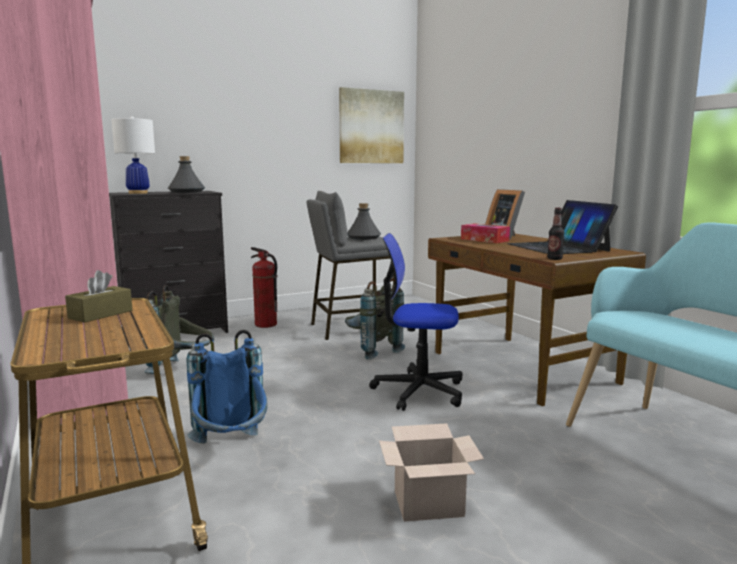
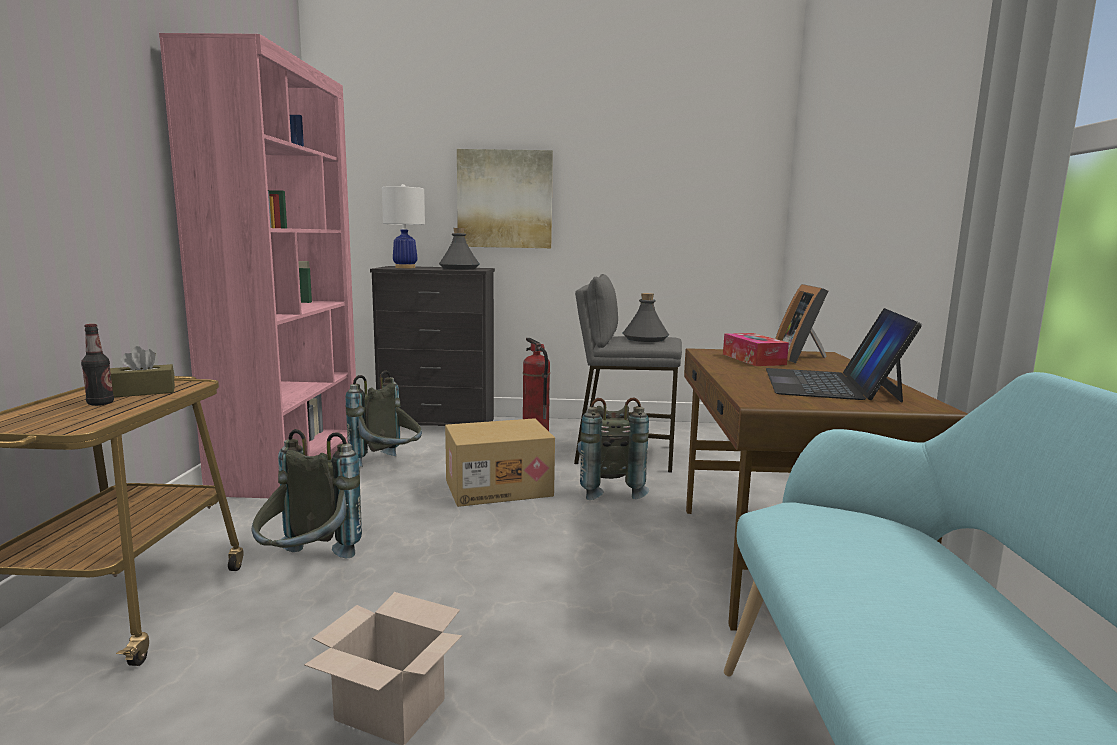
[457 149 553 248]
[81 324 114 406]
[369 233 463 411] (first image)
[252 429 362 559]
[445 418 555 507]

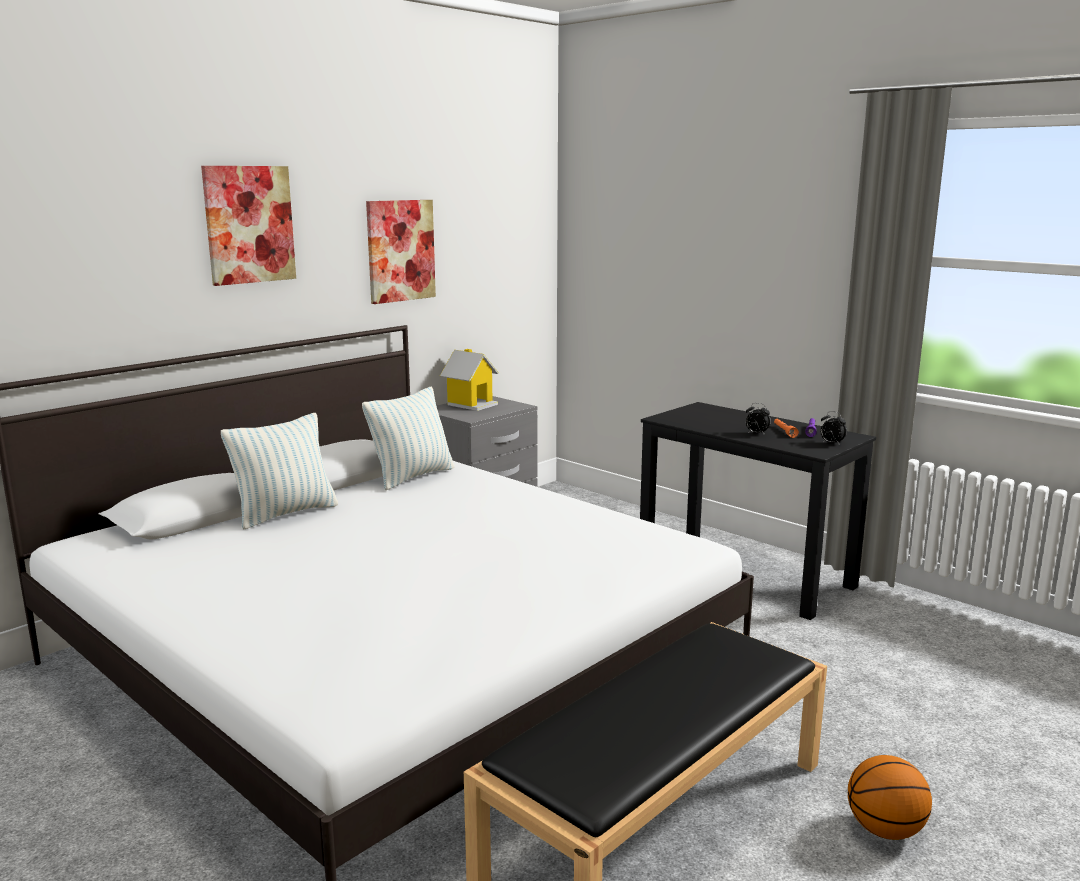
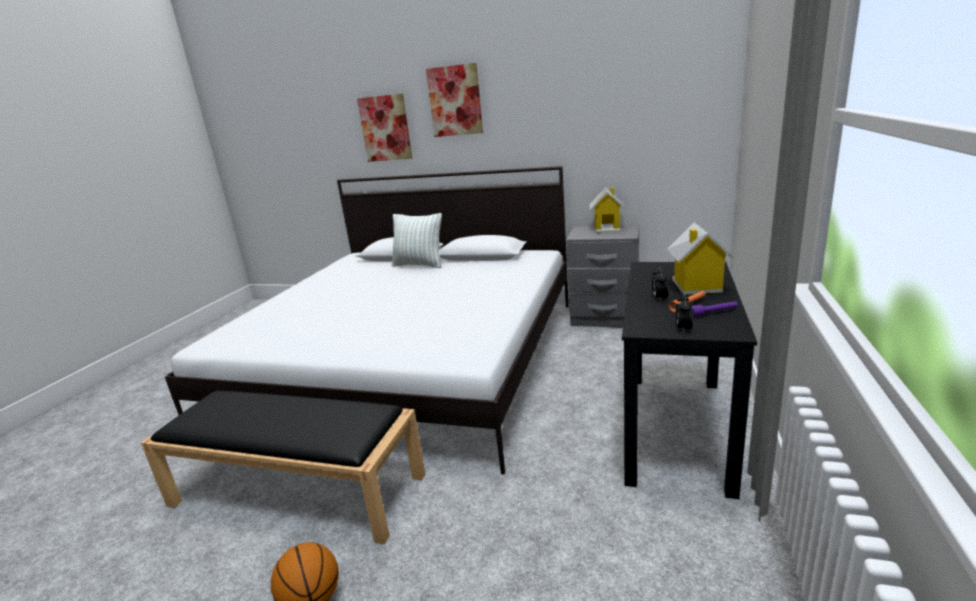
[357 94 412 162]
[362 387 455 490] (first image)
[667 222 735 295]

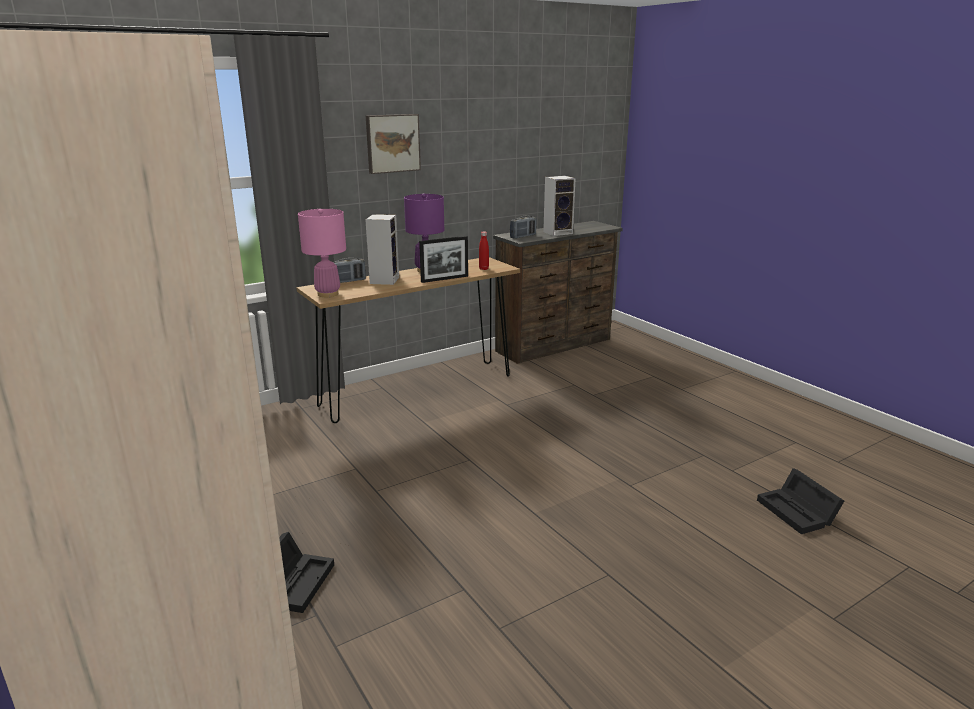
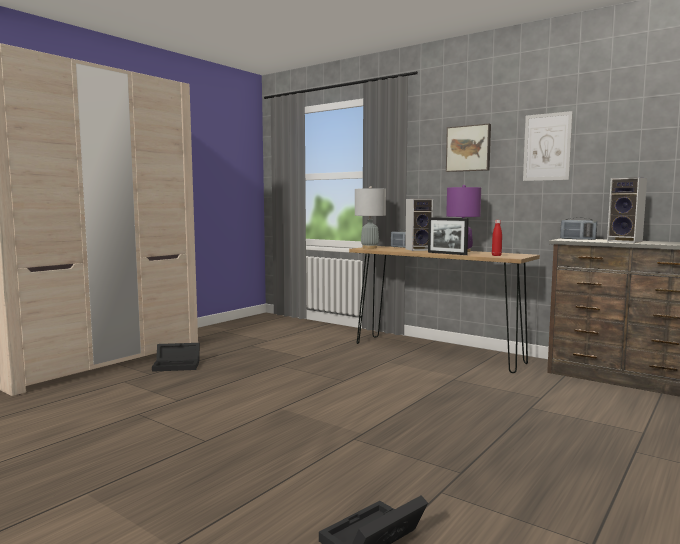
[355 186 386 249]
[523 111 573 181]

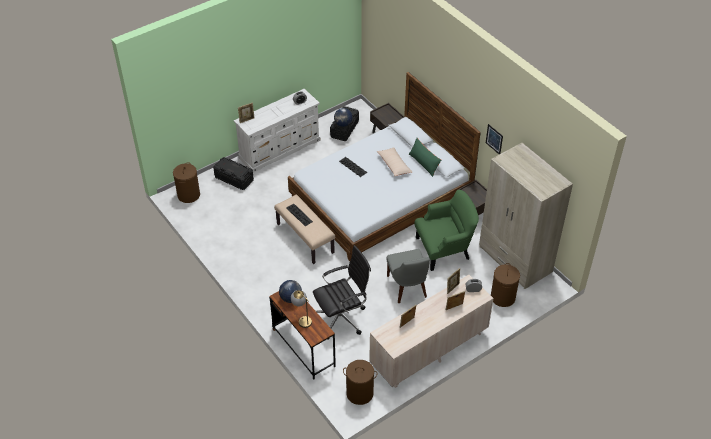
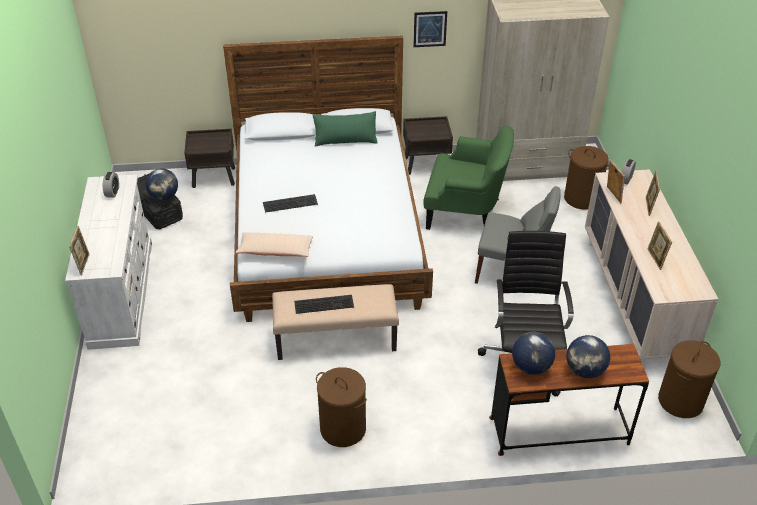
[235 232 313 257]
[213 157 254 190] (first image)
[316 367 367 447]
[423 126 514 230]
[567 335 610 378]

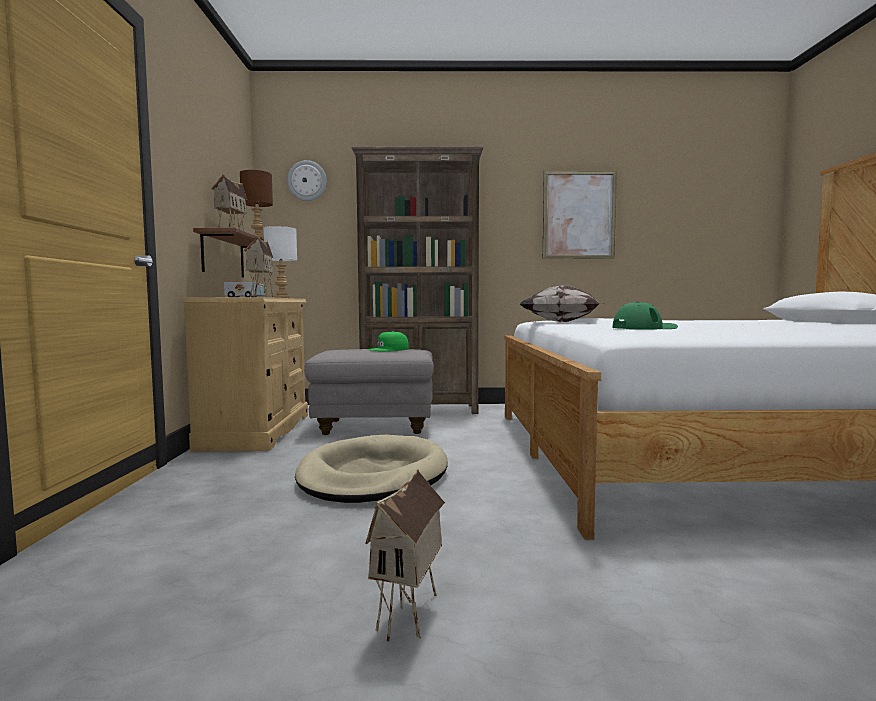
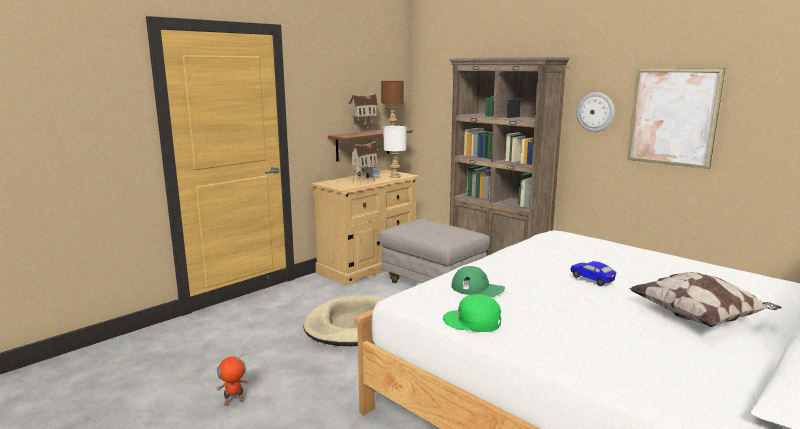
[577 92 615 132]
[629 272 782 327]
[443 294 501 332]
[216 353 249 406]
[570 261 616 286]

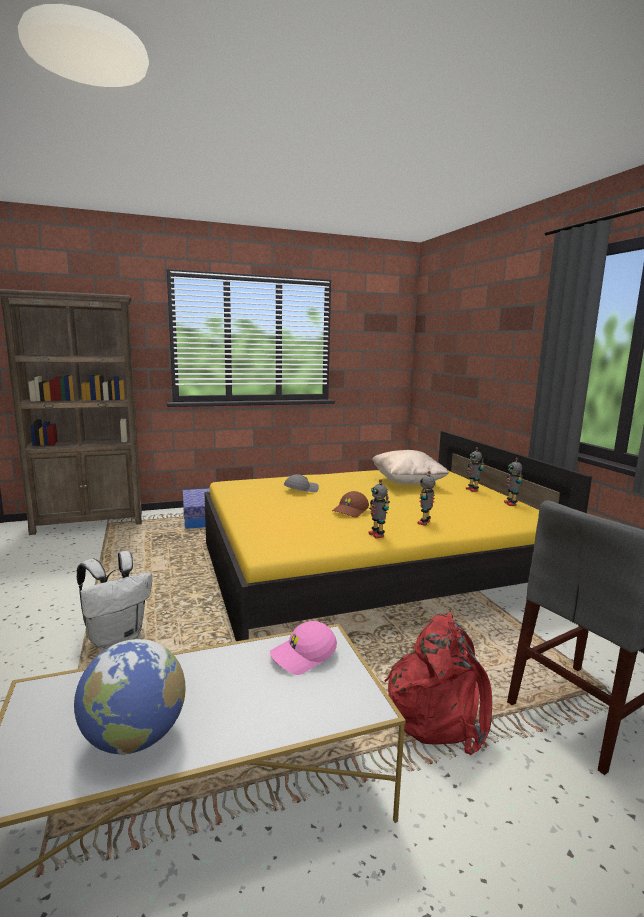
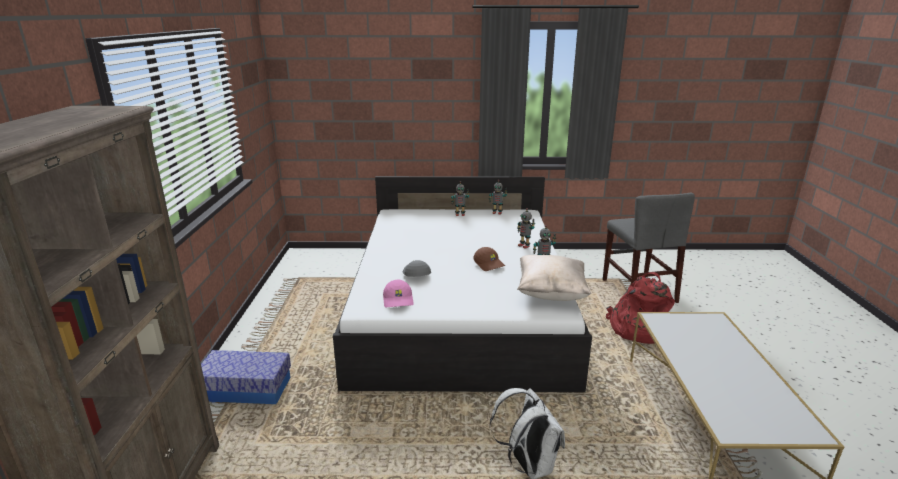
[333 176 592 392]
[517 255 591 301]
[383 280 414 307]
[74 639 185 755] (first image)

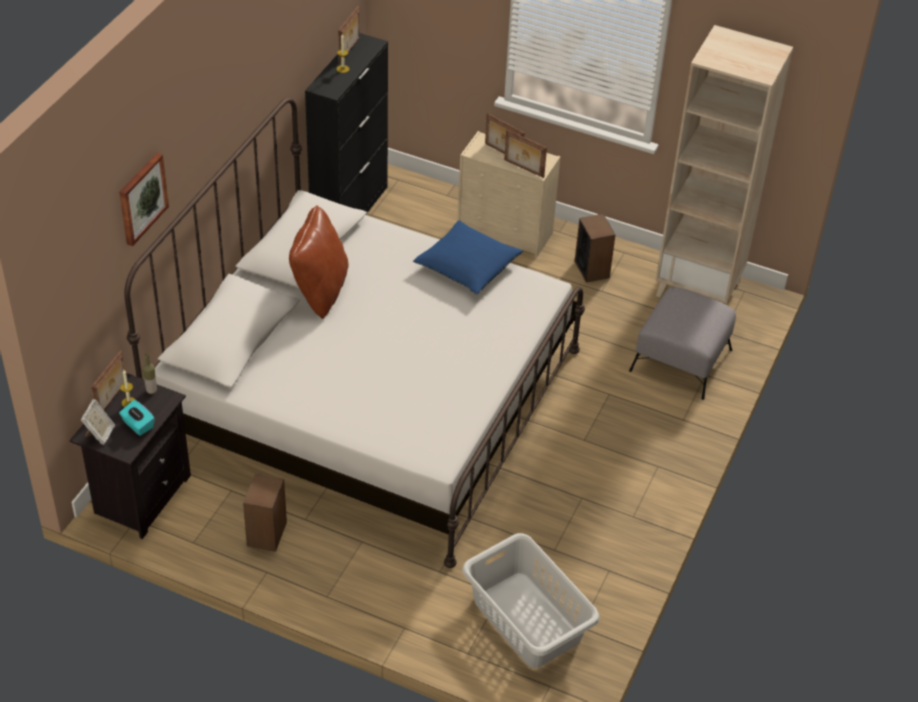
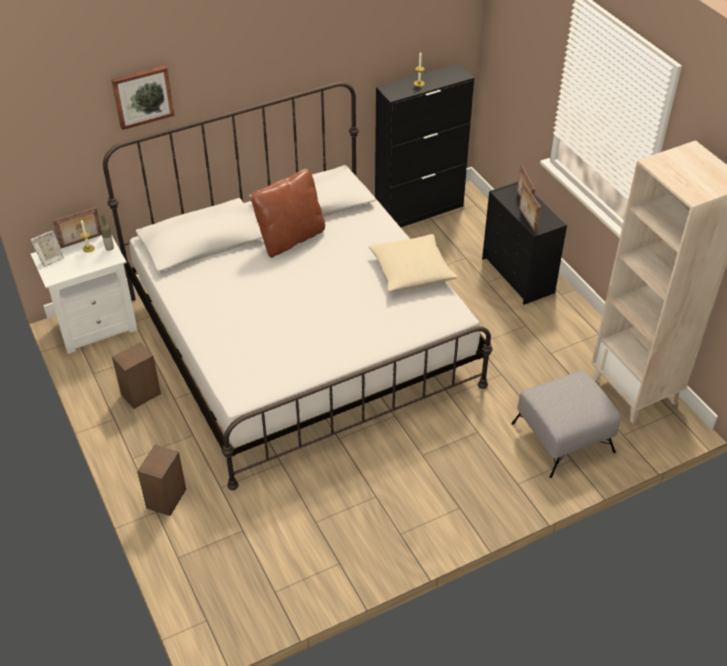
[338 6 359 63] (first image)
[482 182 567 305]
[137 445 186 516]
[369 234 458 292]
[31 235 137 354]
[119 400 155 436] (first image)
[462 533 600 668] (first image)

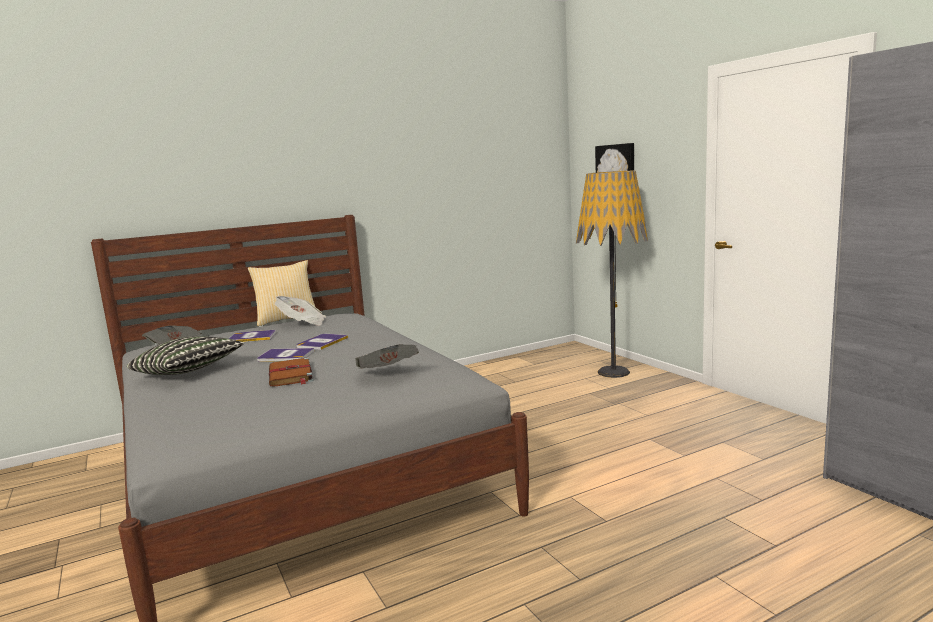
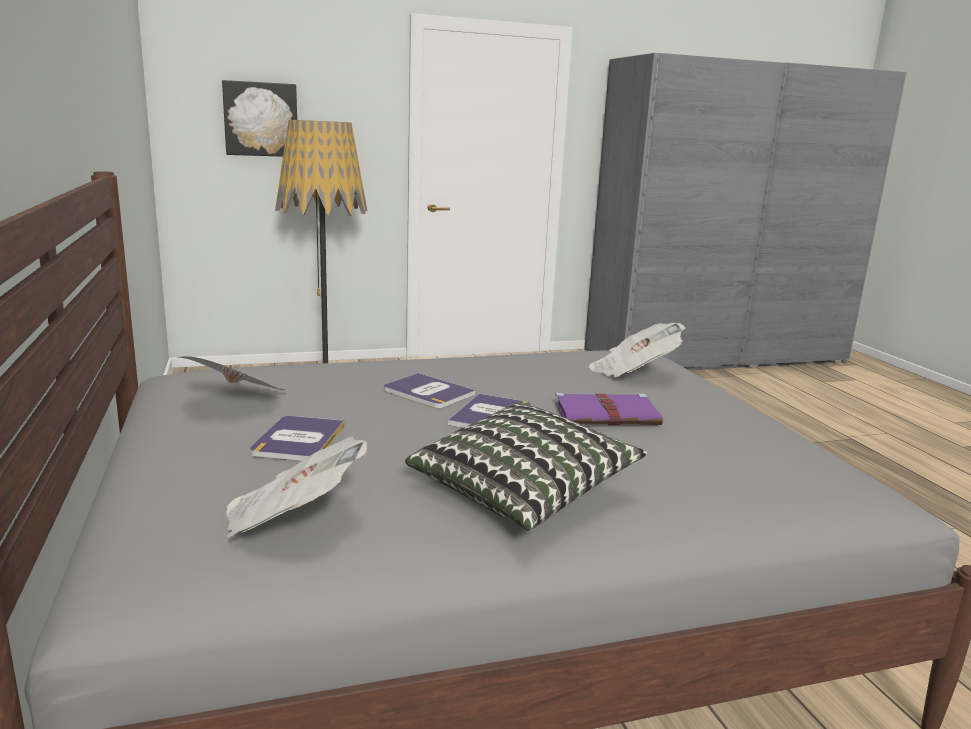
[248 260 315 326] (first image)
[555 393 663 425]

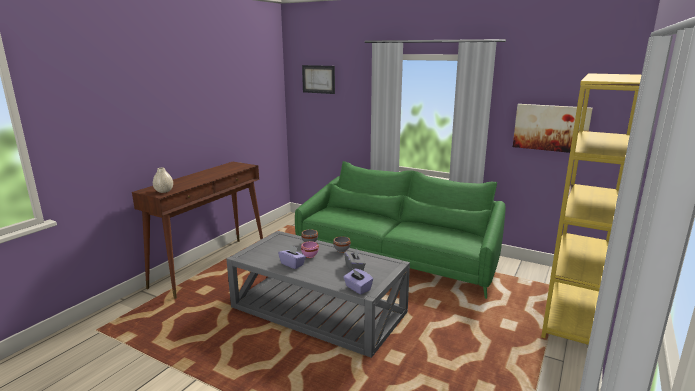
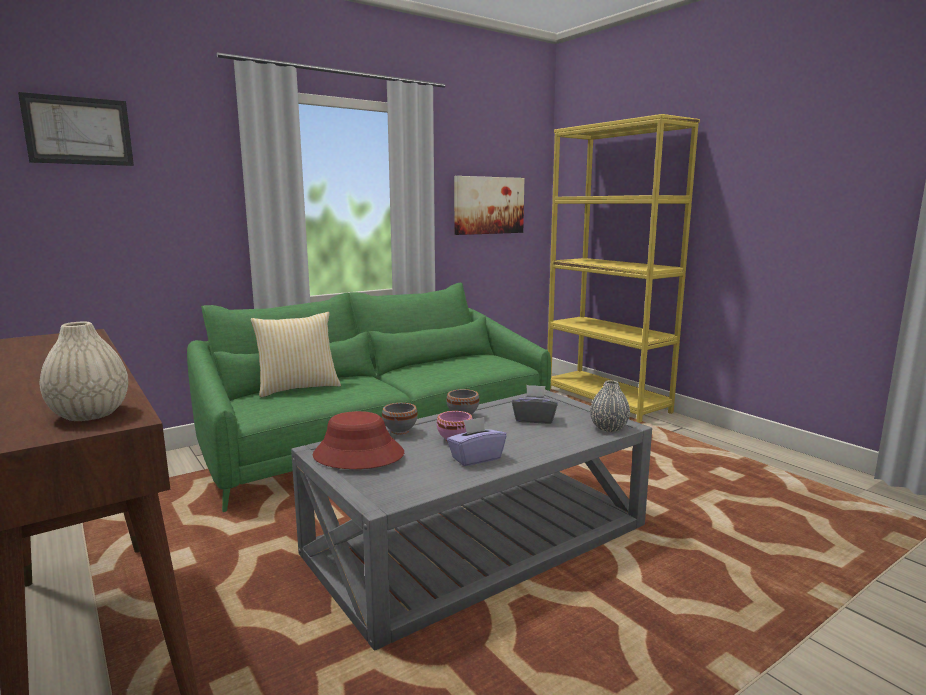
[590 380 630 432]
[250 312 341 397]
[313 411 404 469]

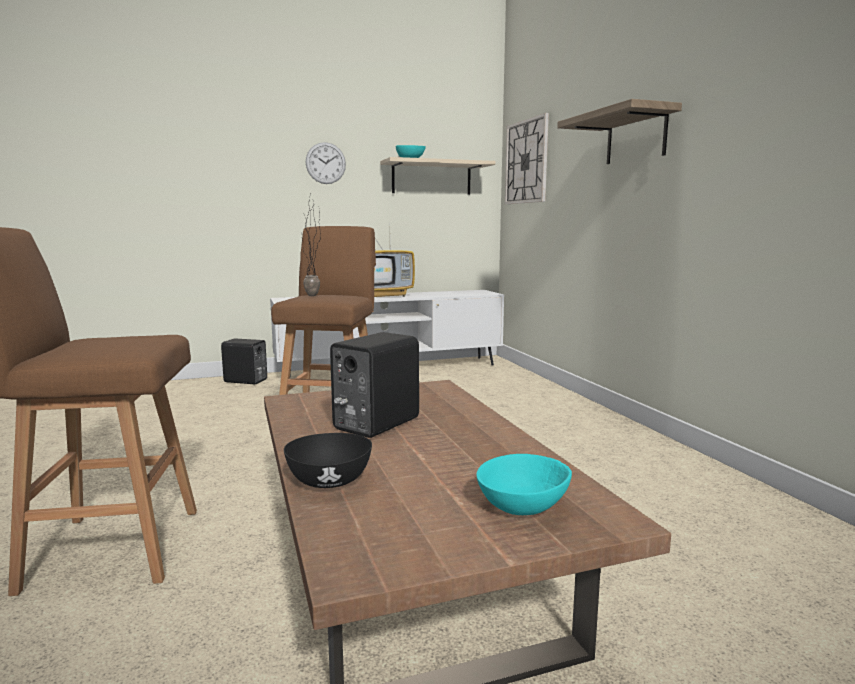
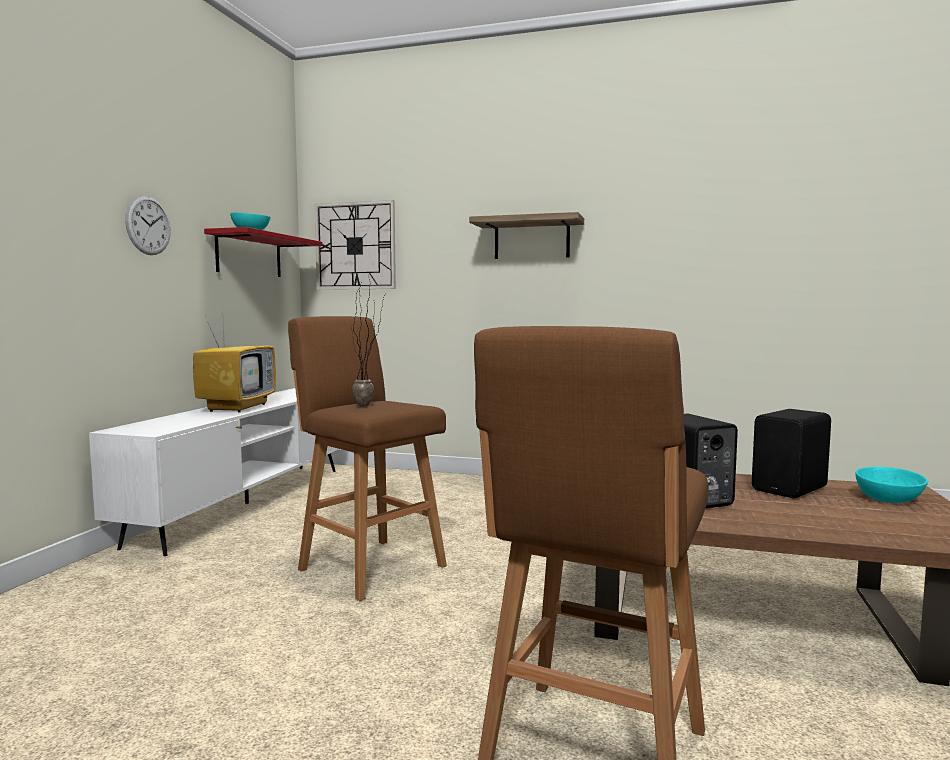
[204 227 322 277]
[752 409 831 498]
[284 433 372 488] (first image)

